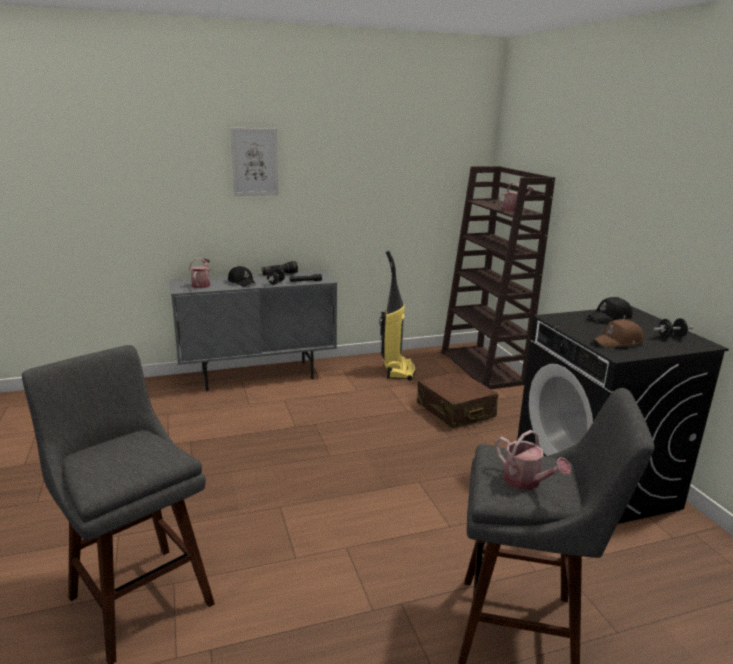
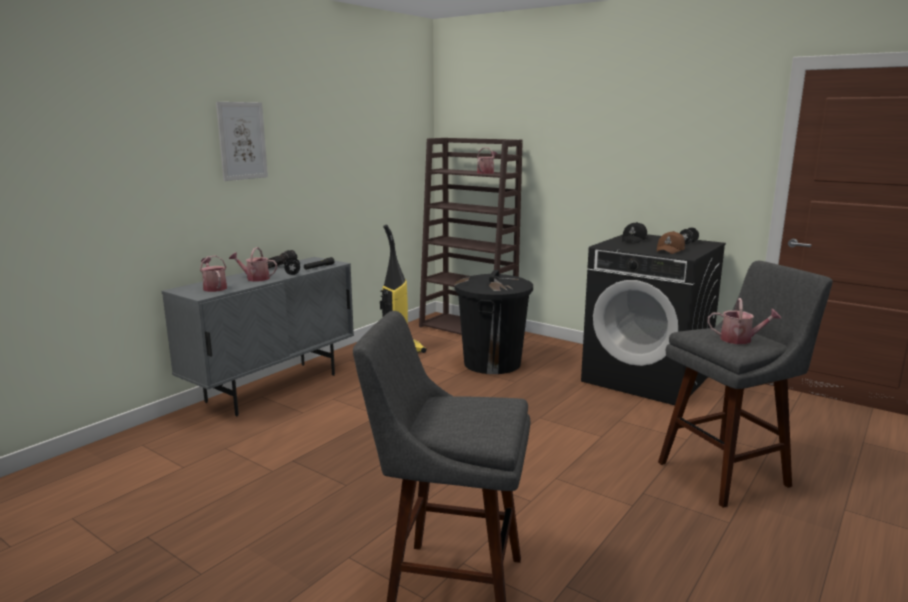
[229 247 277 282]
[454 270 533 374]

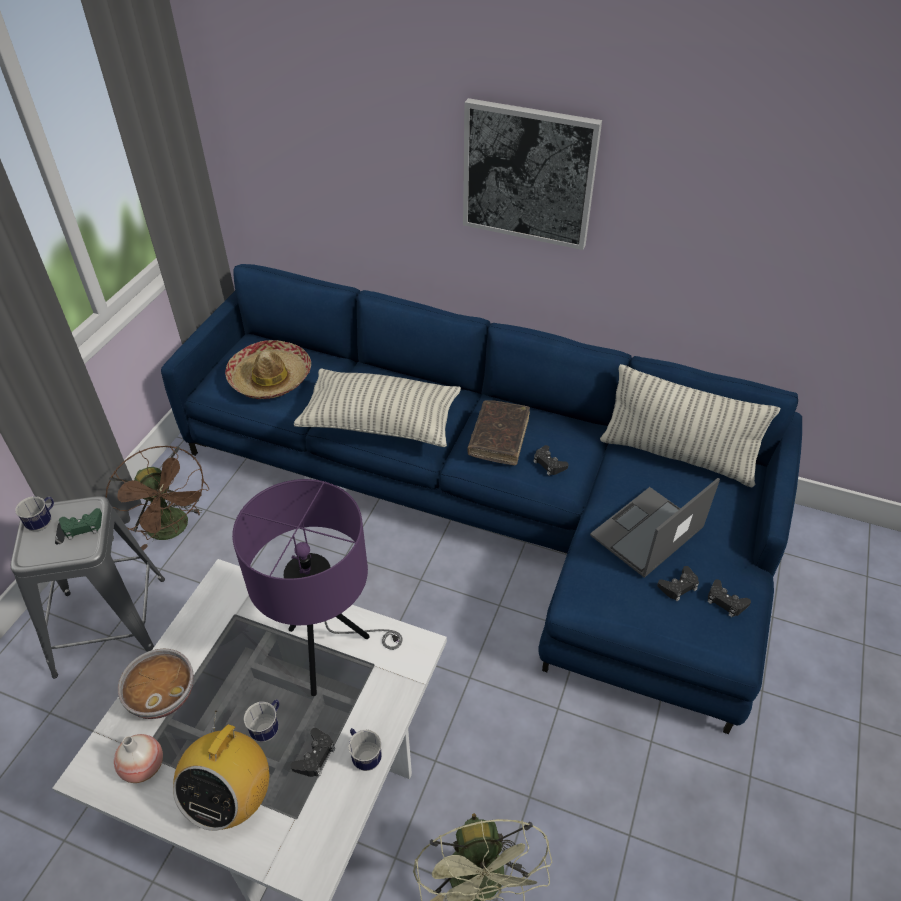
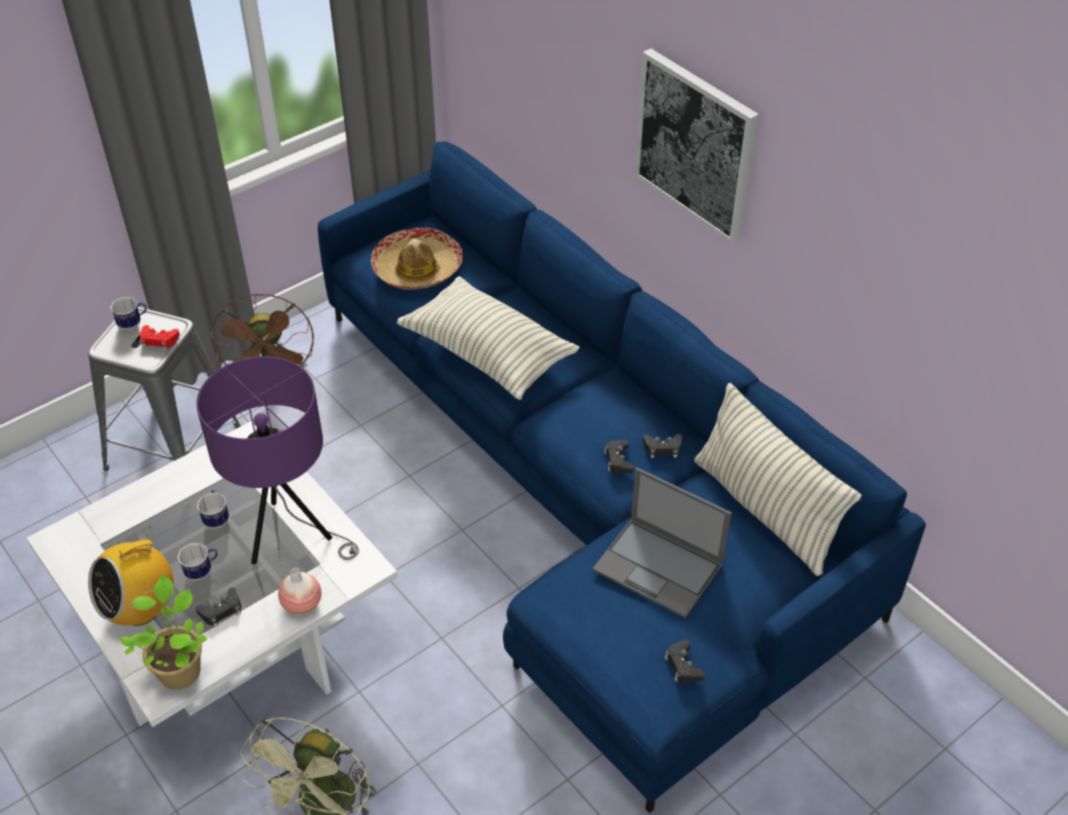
[467 400 530 466] (first image)
[593 467 732 618]
[139 325 180 350]
[643 434 682 458]
[118 649 194 719] (first image)
[197 490 229 529]
[278 568 321 614]
[119 576 207 690]

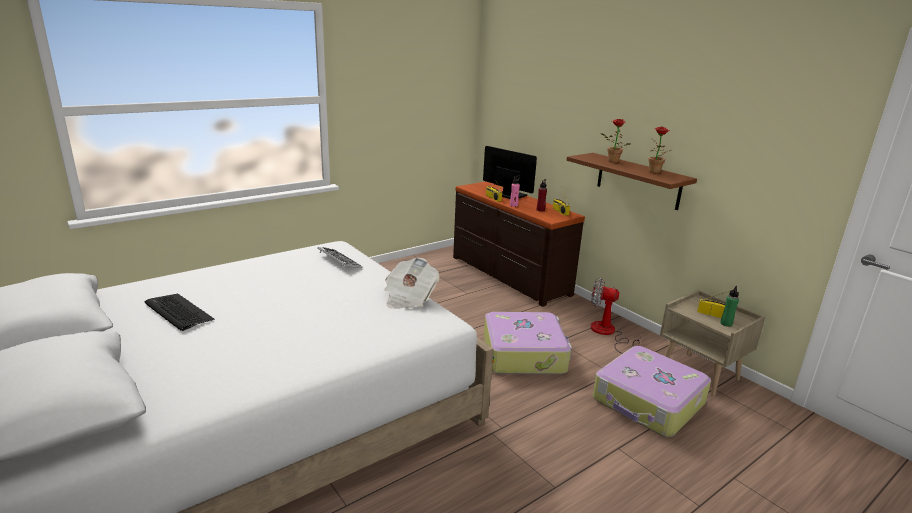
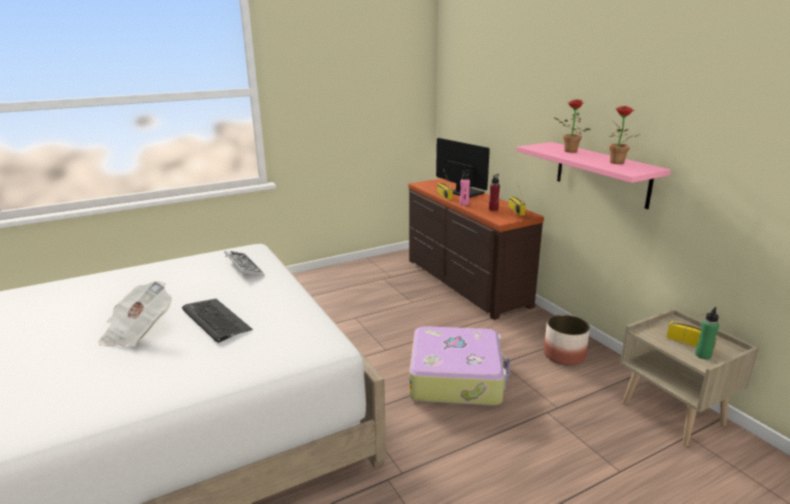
[517 142 671 209]
[98 281 172 347]
[544 315 590 366]
[182 299 253 343]
[593 346 711 437] (first image)

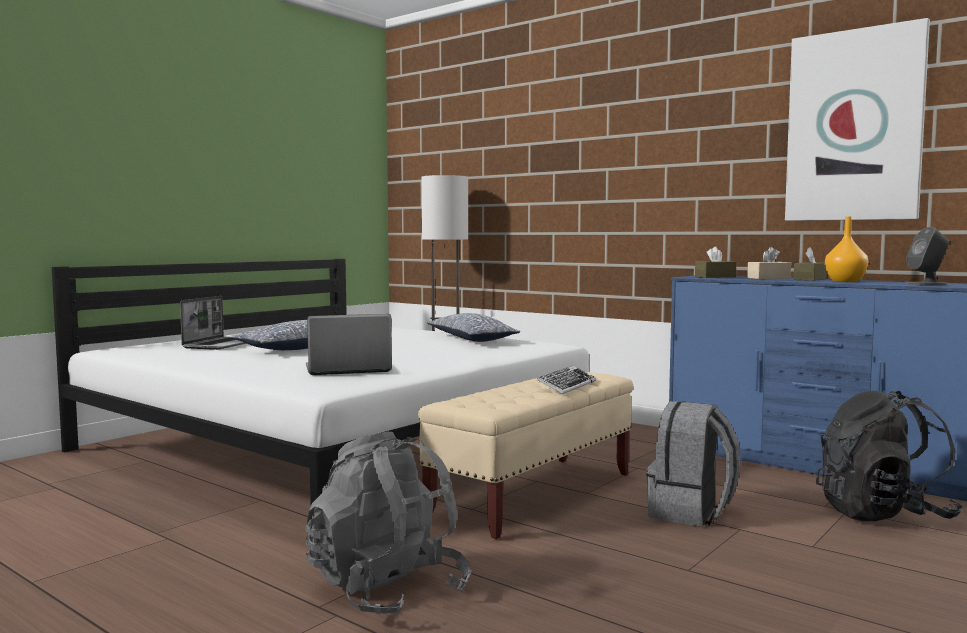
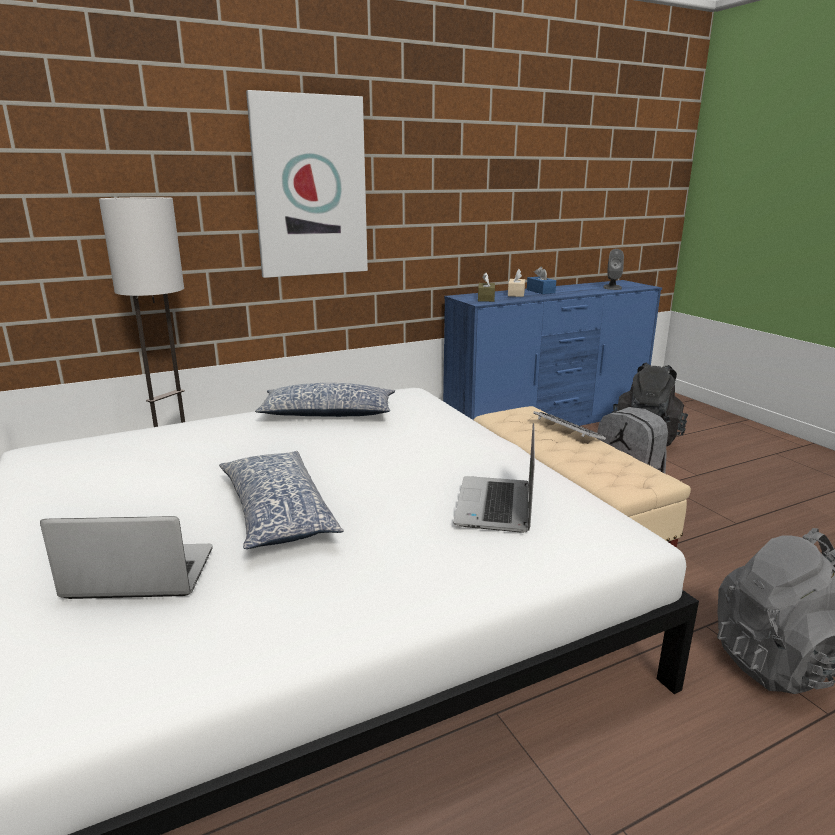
[246 90 368 278]
[825 217 868 282] (first image)
[527 266 556 294]
[40 516 212 599]

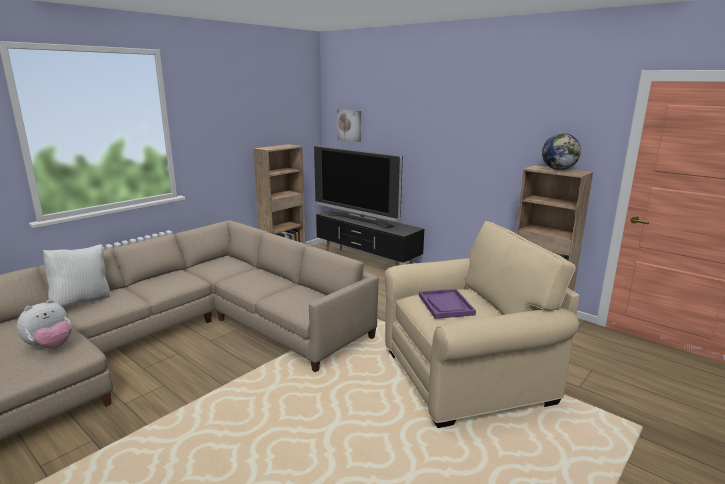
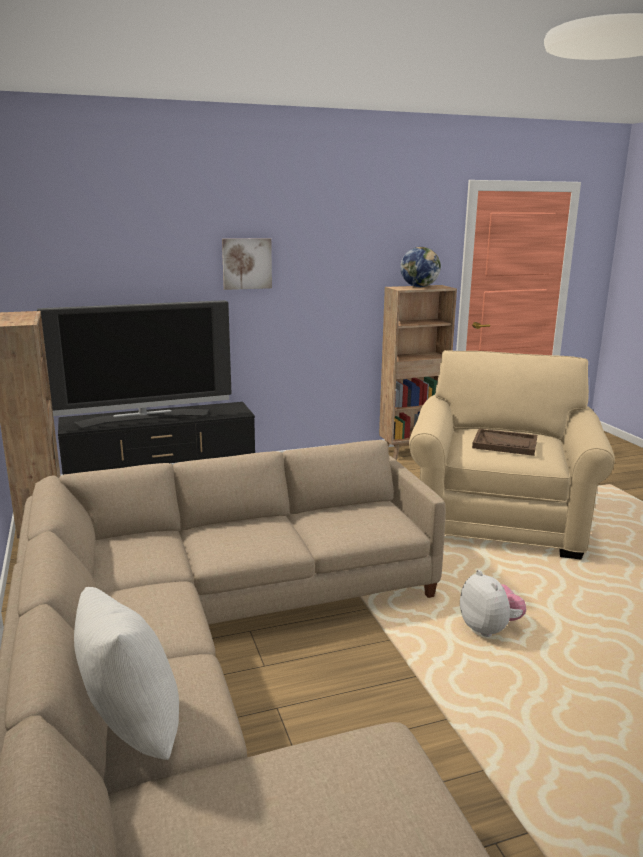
[222 238 272 290]
[472 429 537 456]
[460 570 526 637]

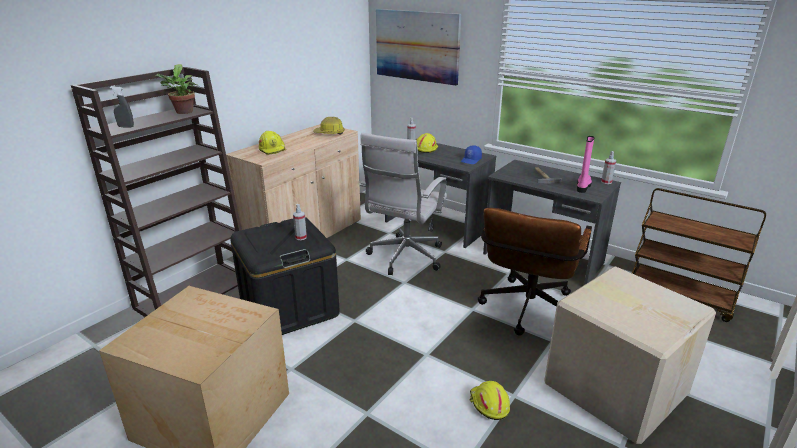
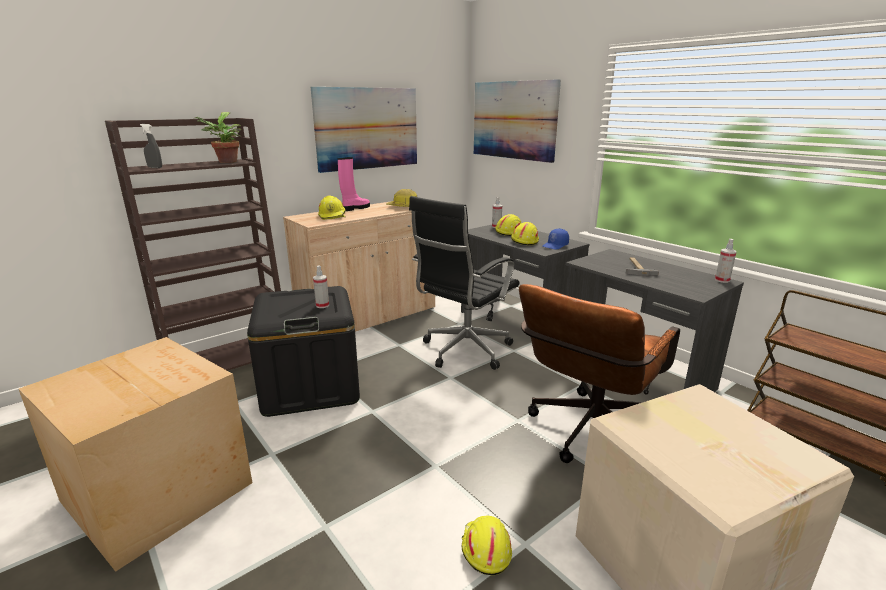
[409 196 519 370]
[338 157 370 211]
[311 87 417 173]
[511 222 539 245]

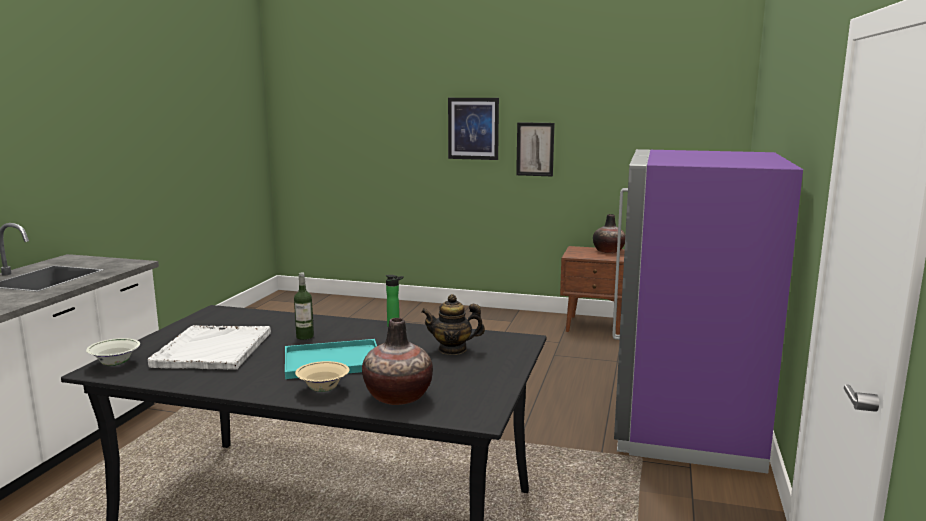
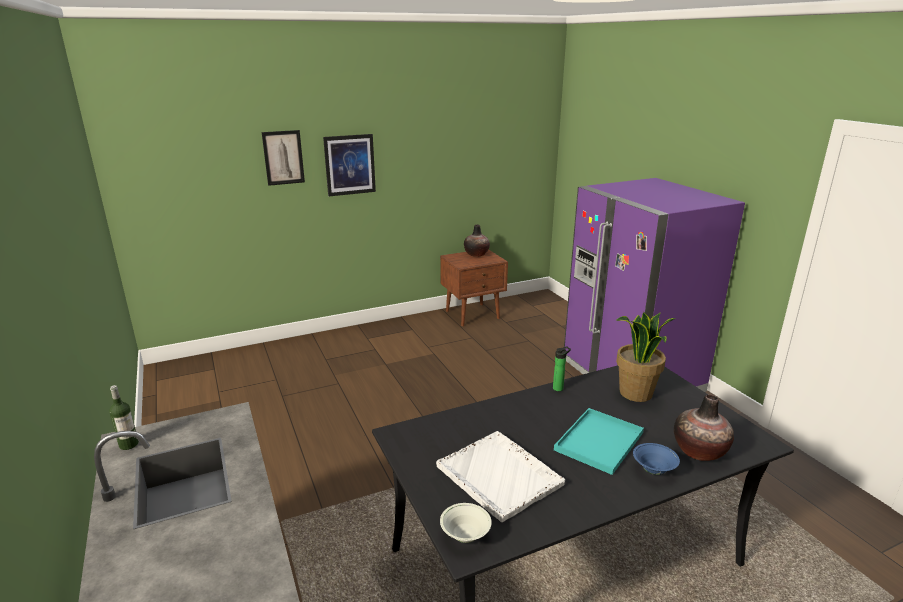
[262 130 305 186]
[109 385 139 450]
[616 312 676 402]
[633 443 680 475]

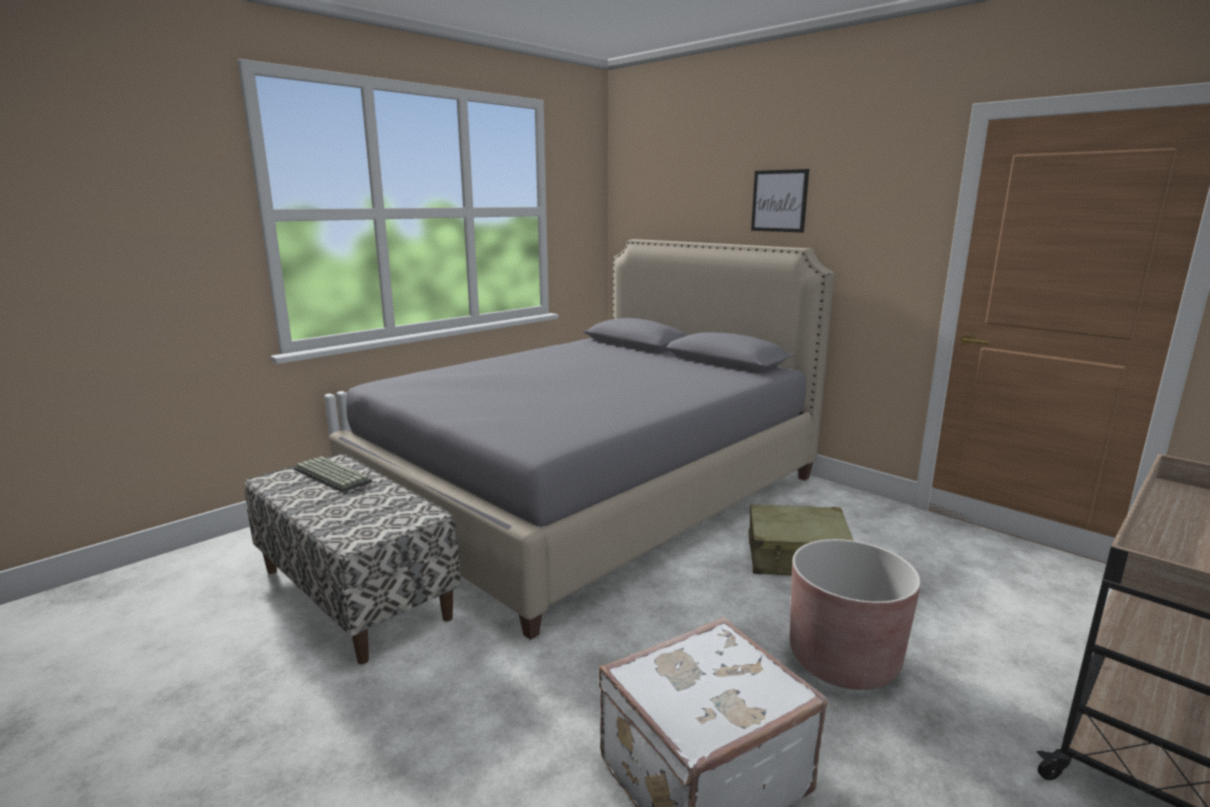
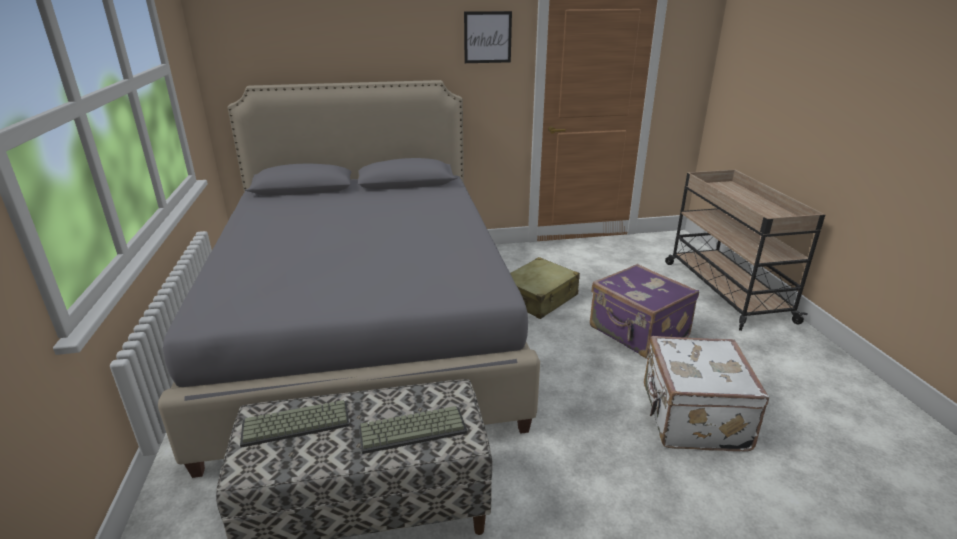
[464 11 512 63]
[590 264 699 359]
[359 406 468 454]

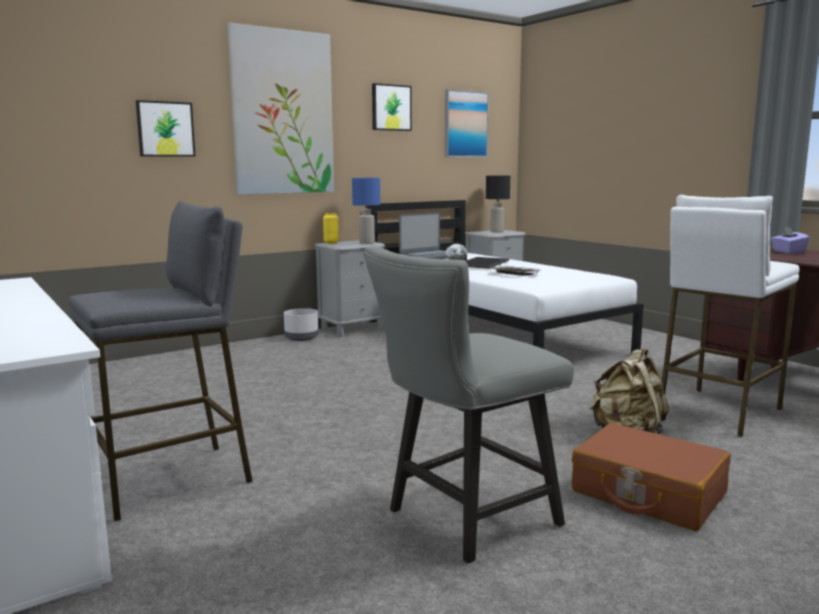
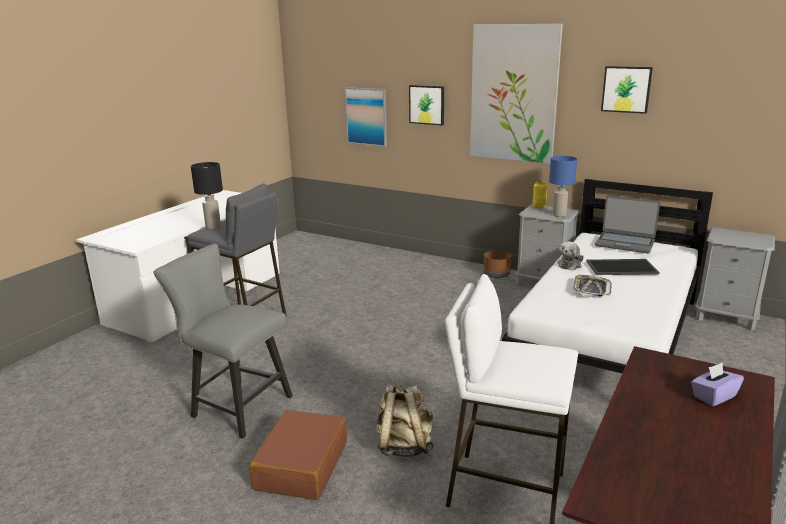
[345 87 387 147]
[191 162 223 229]
[483 250 511 278]

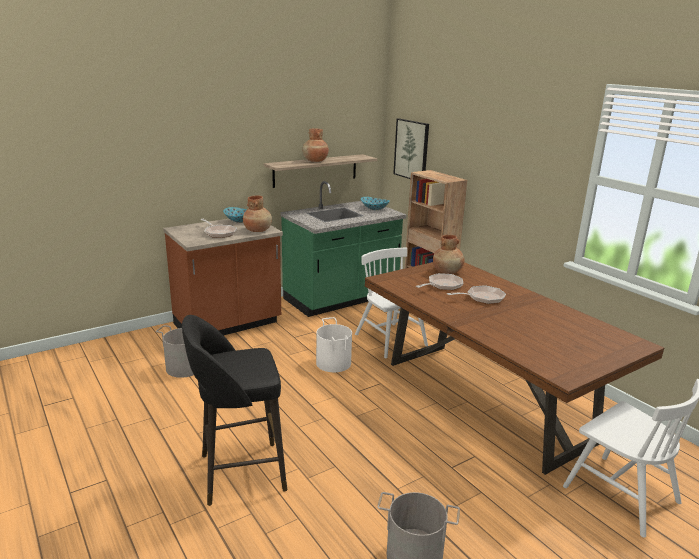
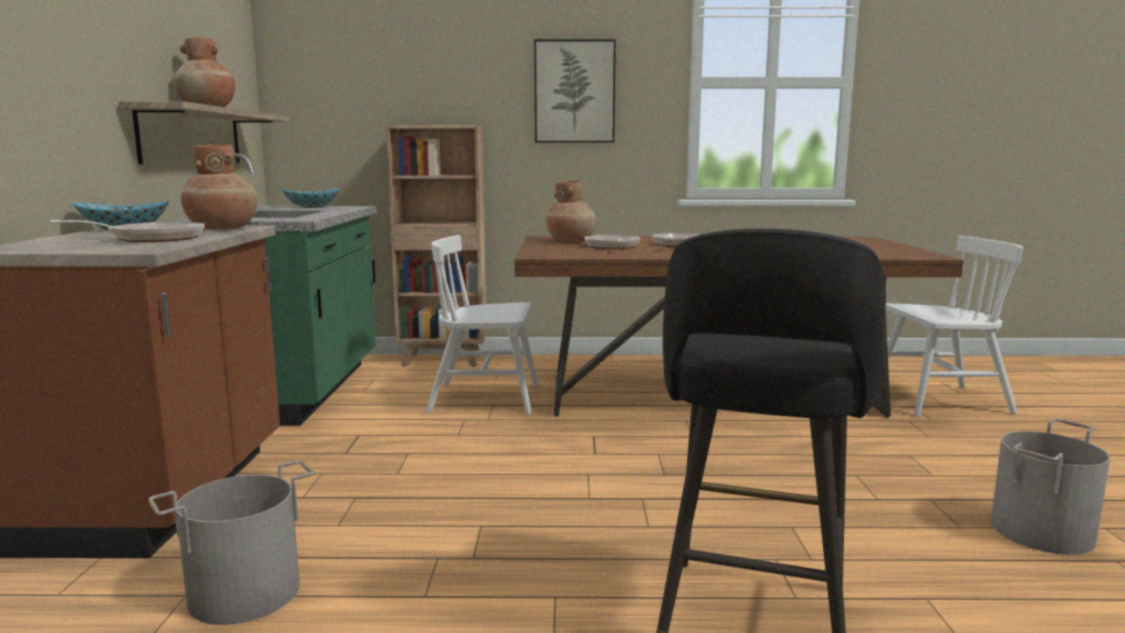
[534 39 616 143]
[316 317 352 372] (first image)

